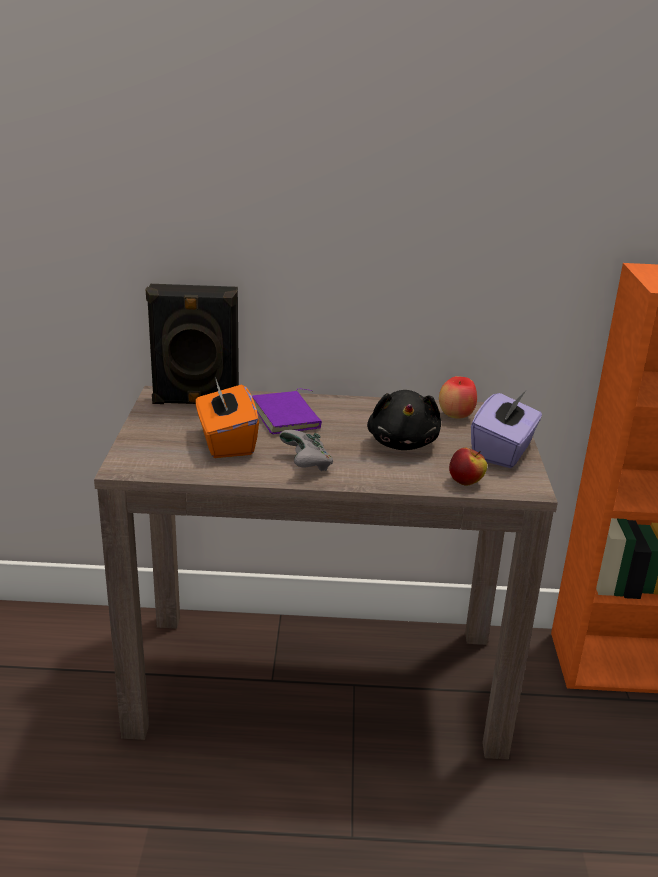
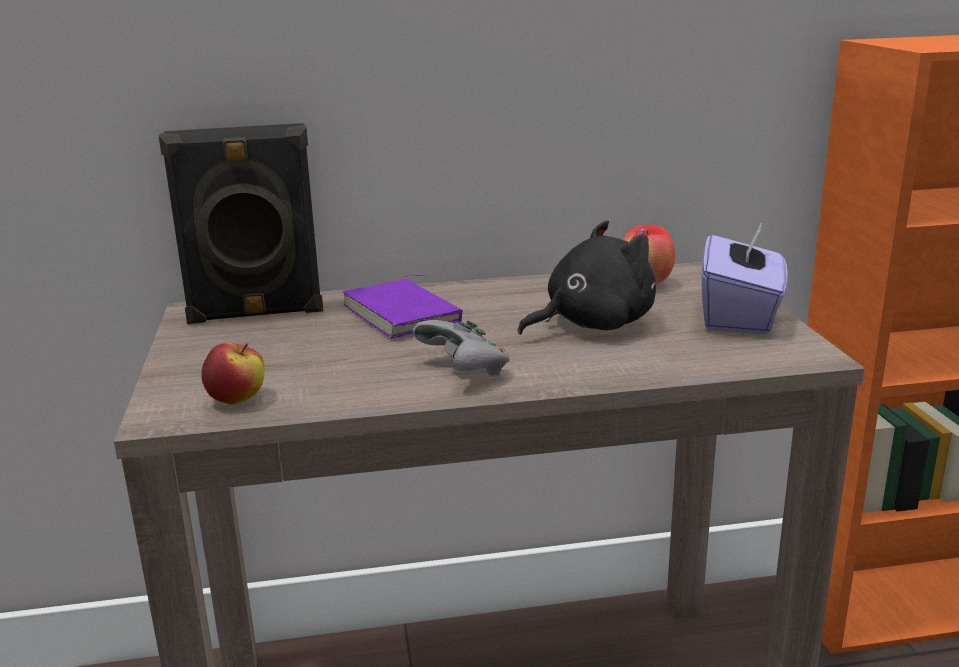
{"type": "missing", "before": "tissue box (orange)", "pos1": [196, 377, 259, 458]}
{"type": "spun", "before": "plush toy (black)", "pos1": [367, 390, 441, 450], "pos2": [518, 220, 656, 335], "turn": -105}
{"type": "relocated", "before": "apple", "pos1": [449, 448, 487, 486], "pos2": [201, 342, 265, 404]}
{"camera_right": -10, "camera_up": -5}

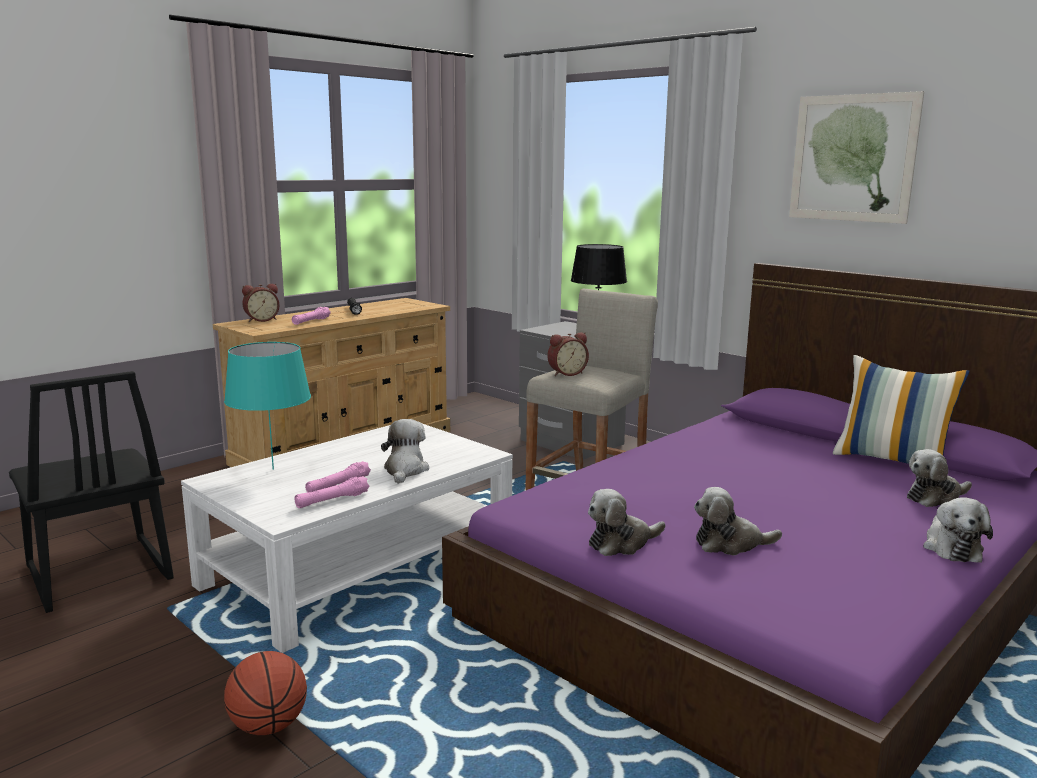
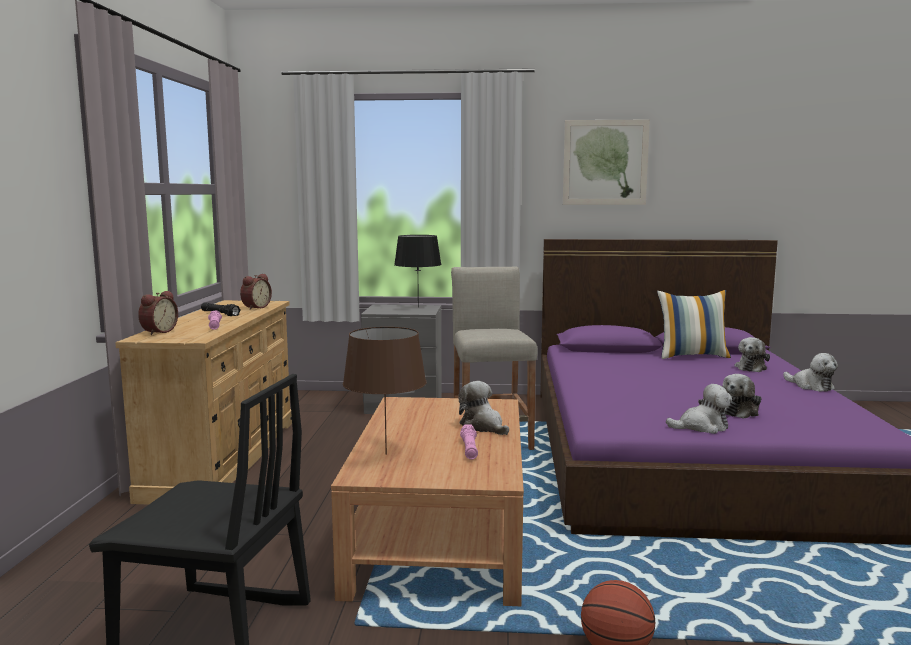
{"type": "colour", "before": "coffee table (white)", "after": "coffee table (brown)", "pos1": [181, 424, 513, 653], "pos2": [331, 397, 524, 606]}
{"type": "colour", "before": "table lamp (turquoise)", "after": "table lamp (brown)", "pos1": [224, 342, 311, 470], "pos2": [343, 327, 427, 455]}
{"type": "missing", "before": "flashlight (pink)", "pos1": [294, 476, 370, 508]}
{"type": "relocated", "before": "alarm clock", "pos1": [548, 332, 589, 376], "pos2": [240, 274, 272, 310]}
{"type": "spun", "before": "plush toy", "pos1": [588, 489, 665, 556], "pos2": [666, 384, 732, 434], "turn": -120}
{"camera_right": -40, "camera_up": -5}

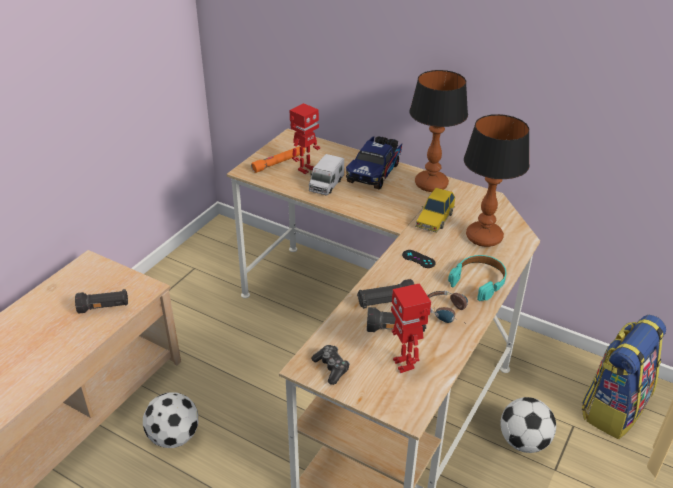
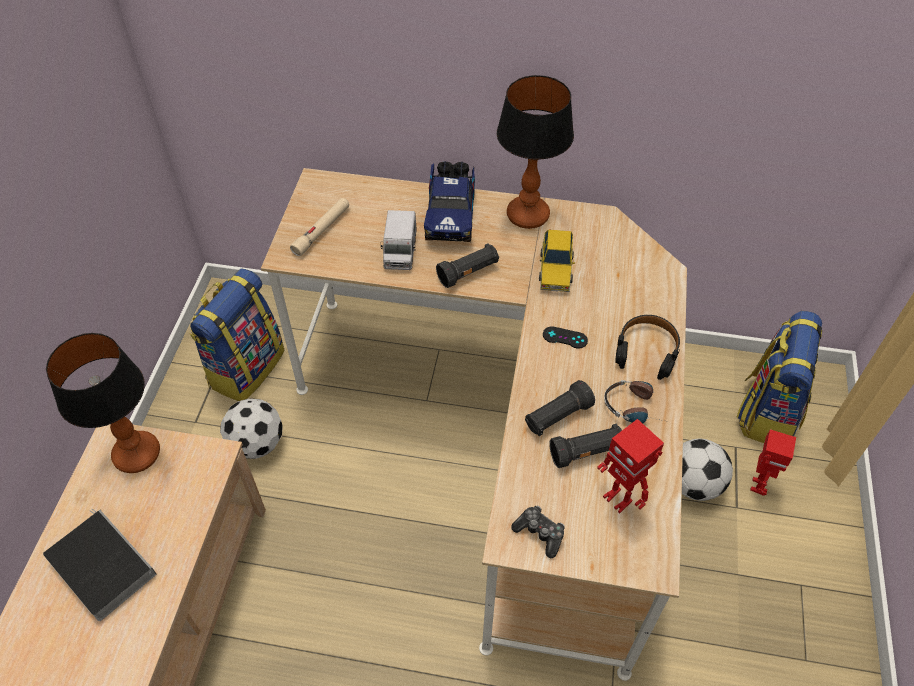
{"type": "relocated", "before": "flashlight (black)", "pos1": [75, 289, 128, 314], "pos2": [436, 244, 499, 288]}
{"type": "relocated", "before": "football", "pos1": [143, 392, 198, 448], "pos2": [220, 399, 283, 459]}
{"type": "colour", "before": "flashlight (orange)", "after": "flashlight (beige)", "pos1": [251, 146, 305, 173], "pos2": [290, 198, 349, 256]}
{"type": "relocated", "before": "toy robot", "pos1": [290, 103, 320, 174], "pos2": [750, 429, 796, 496]}
{"type": "colour", "before": "headphones (turquoise)", "after": "headphones (black)", "pos1": [448, 255, 507, 301], "pos2": [615, 315, 680, 380]}
{"type": "relocated", "before": "table lamp", "pos1": [464, 114, 530, 247], "pos2": [46, 333, 160, 473]}
{"type": "appeared", "after": "book", "pos2": [43, 509, 157, 621]}
{"type": "appeared", "after": "backpack", "pos2": [189, 268, 284, 401]}
{"camera_right": -20, "camera_up": 15}

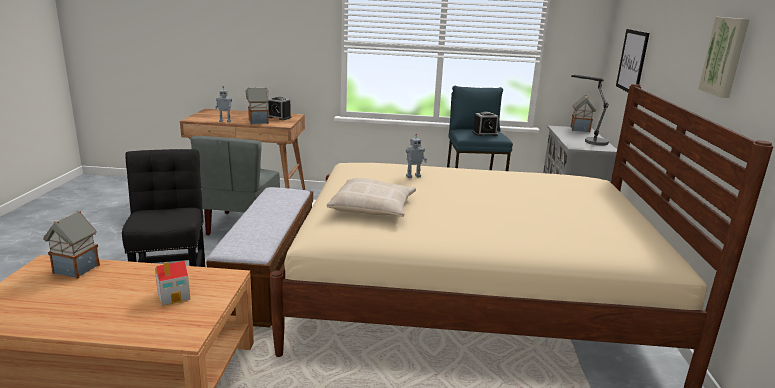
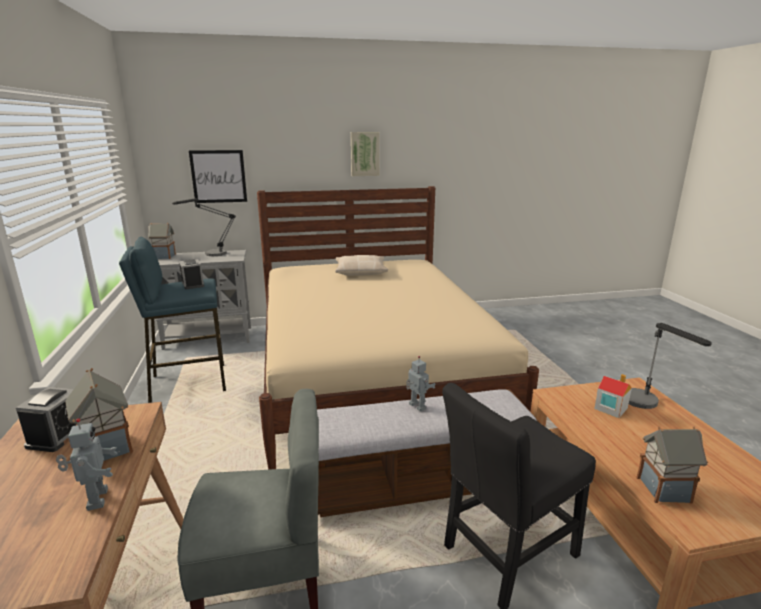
{"type": "relocated", "before": "pillow (beige)", "pos1": [327, 178, 416, 217], "pos2": [335, 255, 388, 276]}
{"type": "relocated", "before": "toy robot", "pos1": [406, 134, 427, 178], "pos2": [406, 356, 436, 412]}
{"type": "appeared", "after": "table lamp", "pos2": [629, 323, 712, 409]}
{"camera_right": -105, "camera_up": 0}

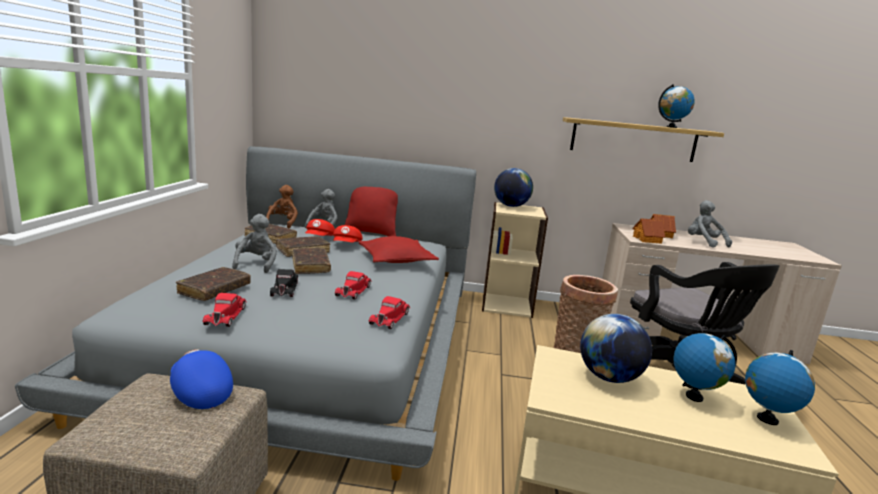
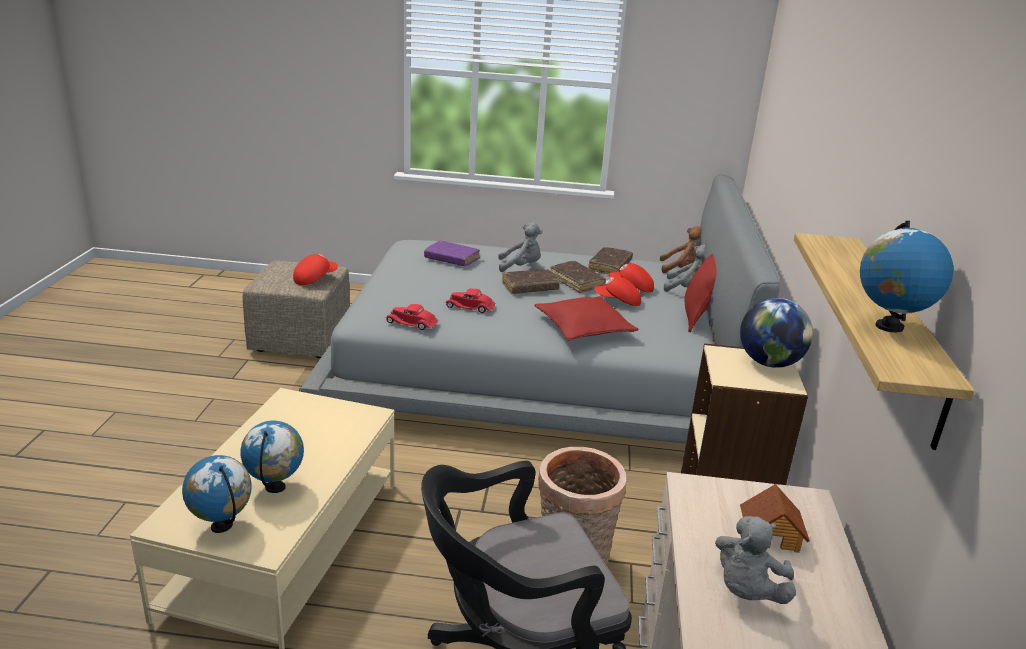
{"type": "colour", "before": "cap (blue)", "after": "cap (red)", "pos1": [170, 349, 233, 409], "pos2": [293, 254, 338, 285]}
{"type": "colour", "before": "book (brown)", "after": "book (purple)", "pos1": [176, 267, 251, 301], "pos2": [424, 240, 480, 266]}
{"type": "missing", "before": "toy car (red)", "pos1": [202, 293, 247, 327]}
{"type": "missing", "before": "toy car (black)", "pos1": [270, 269, 298, 297]}
{"type": "missing", "before": "globe", "pos1": [580, 314, 652, 383]}
{"type": "missing", "before": "toy house", "pos1": [632, 218, 665, 243]}
{"type": "spun", "before": "plush toy (grey)", "pos1": [688, 200, 732, 248], "pos2": [715, 516, 796, 604], "turn": 150}
{"camera_right": 90, "camera_up": 10}

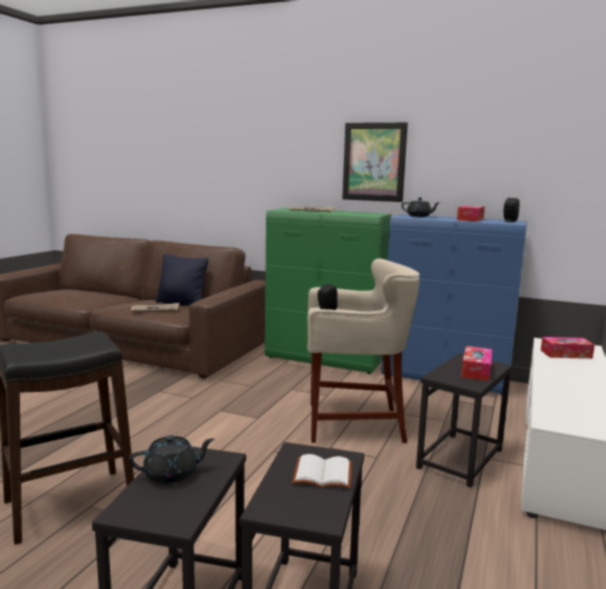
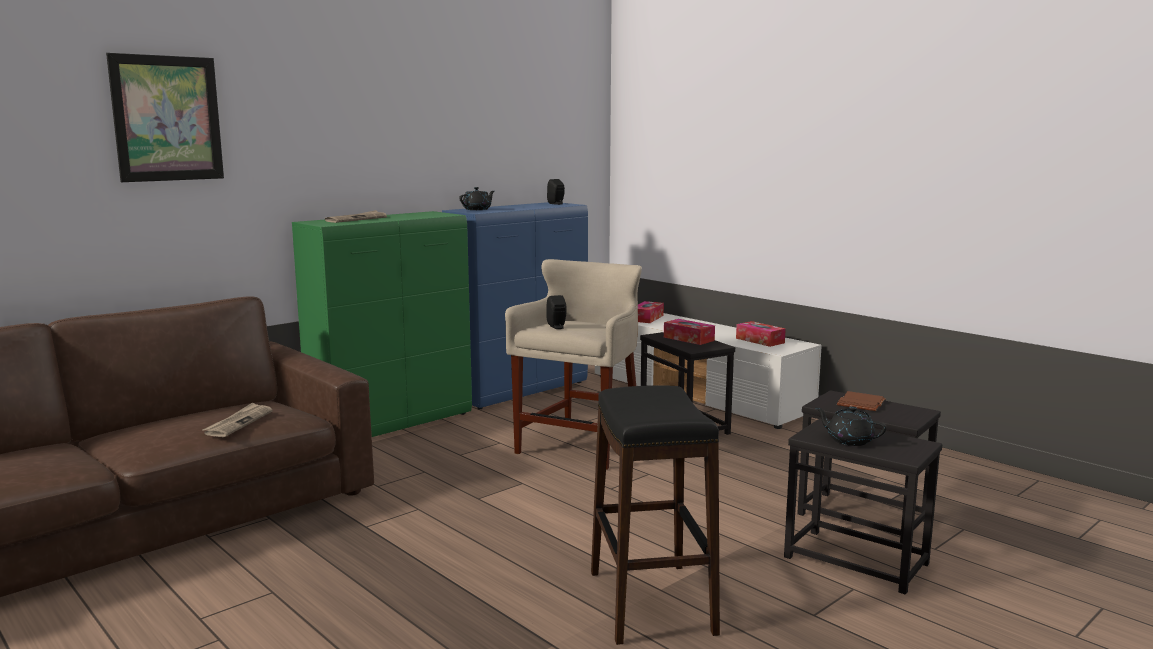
{"type": "spun", "before": "teapot (black)", "pos1": [129, 435, 214, 484], "pos2": [815, 407, 887, 446], "turn": -60}
{"type": "missing", "before": "pillow (black)", "pos1": [155, 254, 209, 306]}
{"type": "colour", "before": "book (white)", "after": "book (brown)", "pos1": [292, 454, 352, 489], "pos2": [837, 391, 886, 411]}
{"type": "relocated", "before": "picture", "pos1": [342, 122, 408, 202], "pos2": [106, 53, 224, 182]}
{"type": "relocated", "before": "tissue box", "pos1": [457, 205, 485, 222], "pos2": [736, 321, 786, 347]}
{"camera_right": -65, "camera_up": 0}

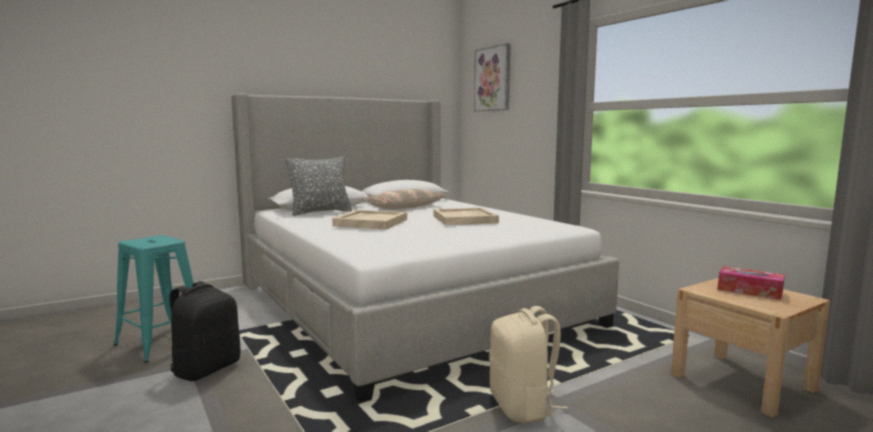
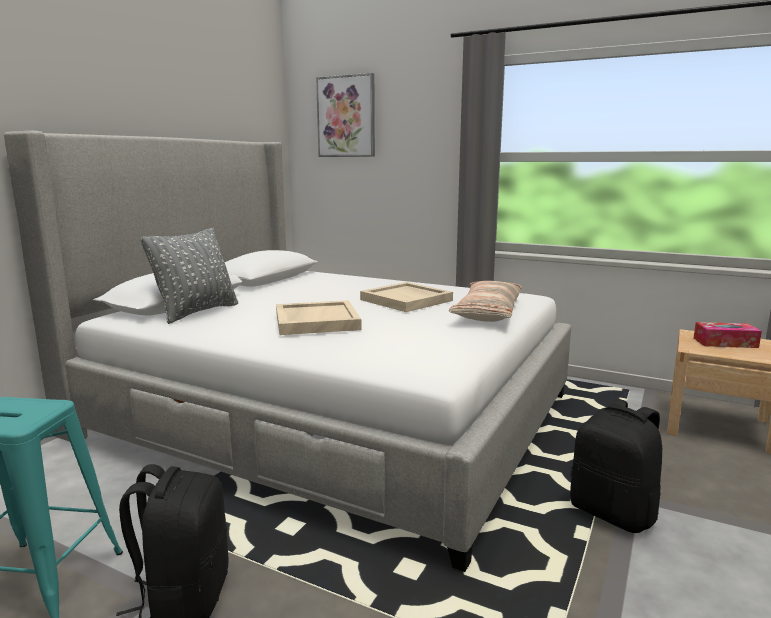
{"type": "relocated", "before": "pillow", "pos1": [363, 189, 447, 209], "pos2": [449, 281, 523, 322]}
{"type": "colour", "before": "backpack (beige)", "after": "backpack (black)", "pos1": [489, 306, 568, 423], "pos2": [570, 399, 662, 533]}
{"camera_right": -30, "camera_up": 5}

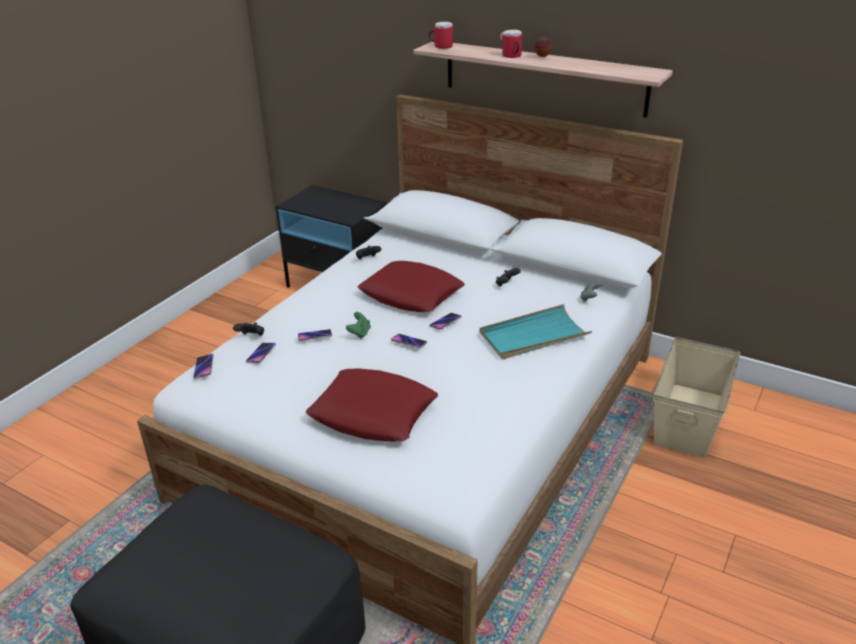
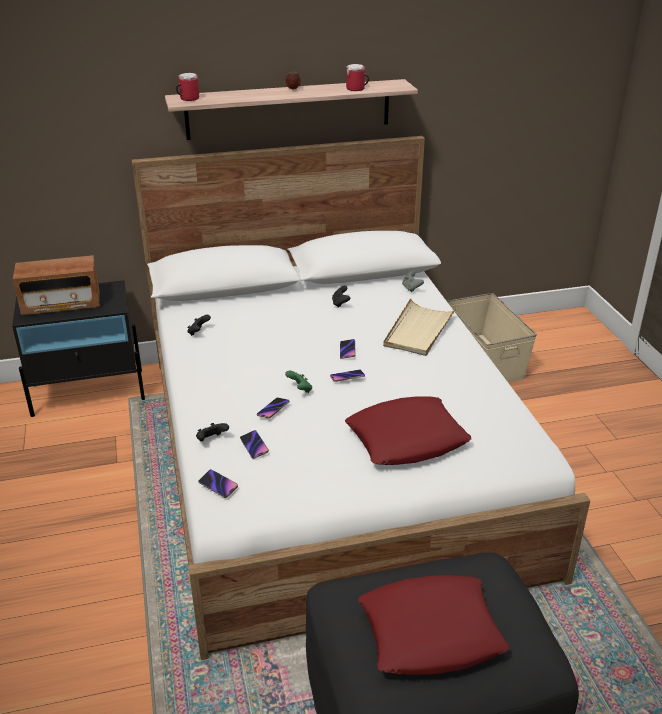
{"type": "relocated", "before": "pillow (red)", "pos1": [358, 261, 465, 312], "pos2": [358, 575, 509, 675]}
{"type": "colour", "before": "tray (turquoise)", "after": "tray (beige)", "pos1": [479, 304, 592, 359], "pos2": [383, 298, 457, 356]}
{"type": "relocated", "before": "mug", "pos1": [500, 30, 522, 58], "pos2": [346, 64, 369, 91]}
{"type": "appeared", "after": "radio", "pos2": [13, 255, 100, 315]}
{"camera_right": -45, "camera_up": 0}

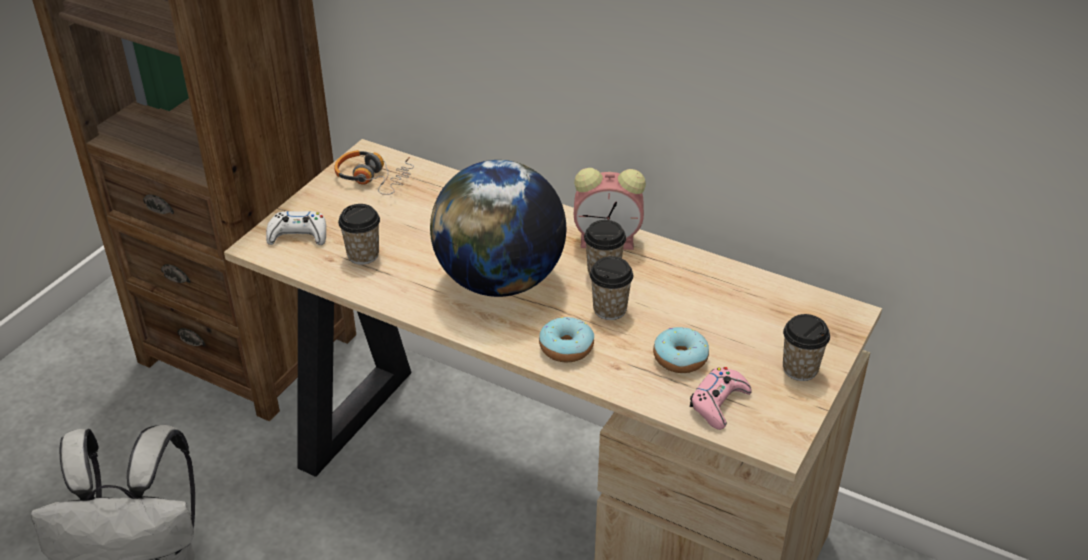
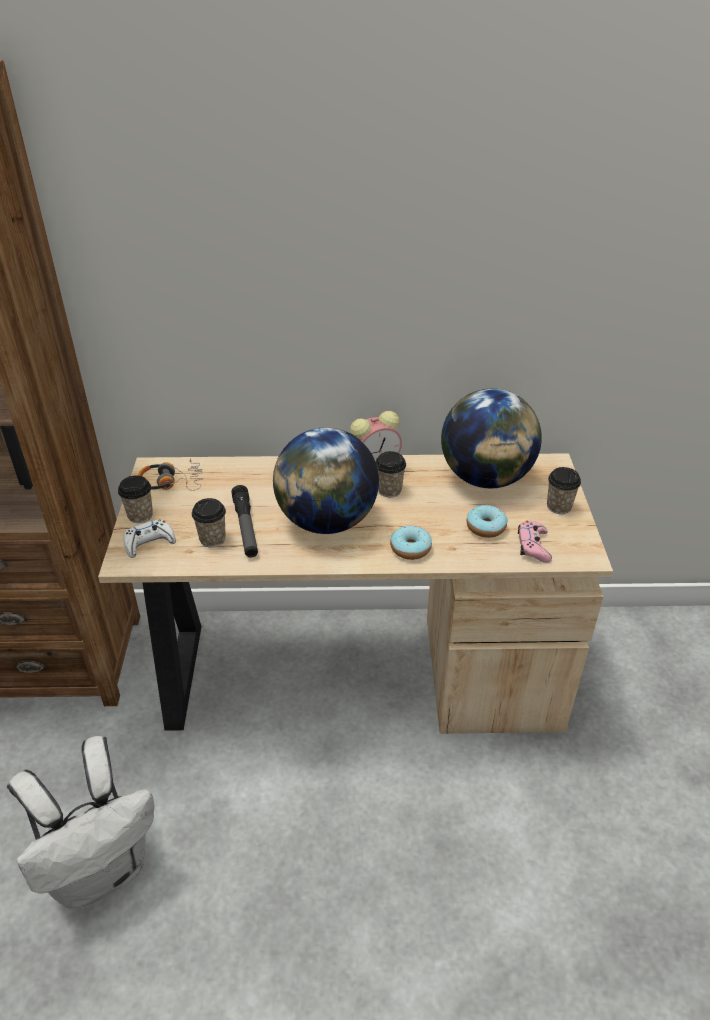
{"type": "relocated", "before": "cup", "pos1": [590, 256, 633, 320], "pos2": [118, 475, 153, 523]}
{"type": "appeared", "after": "flashlight", "pos2": [231, 485, 258, 558]}
{"type": "appeared", "after": "globe", "pos2": [441, 389, 542, 488]}
{"camera_right": -30, "camera_up": 0}

